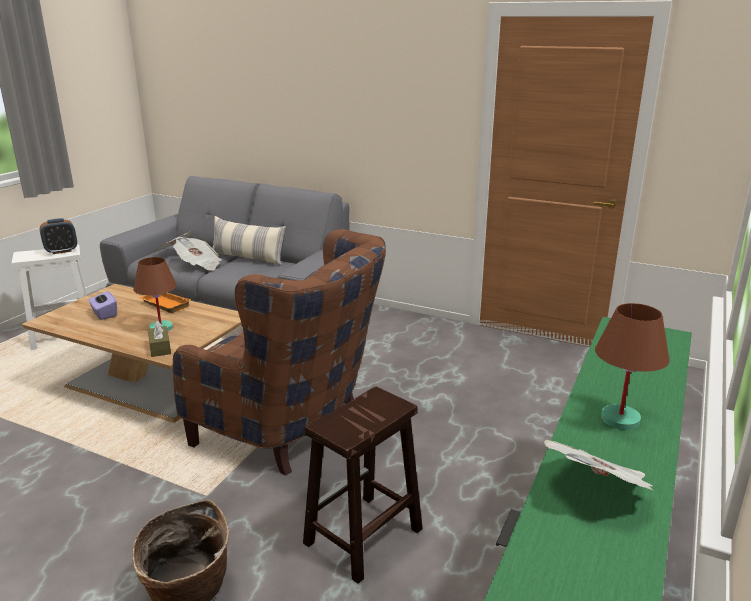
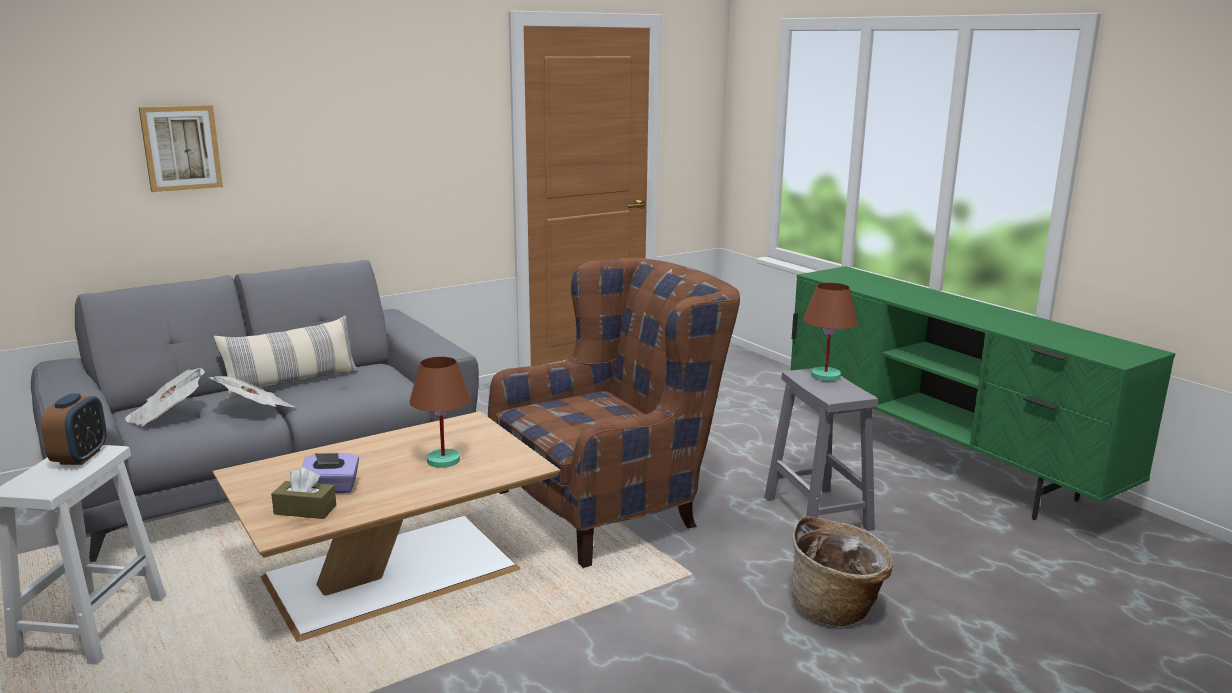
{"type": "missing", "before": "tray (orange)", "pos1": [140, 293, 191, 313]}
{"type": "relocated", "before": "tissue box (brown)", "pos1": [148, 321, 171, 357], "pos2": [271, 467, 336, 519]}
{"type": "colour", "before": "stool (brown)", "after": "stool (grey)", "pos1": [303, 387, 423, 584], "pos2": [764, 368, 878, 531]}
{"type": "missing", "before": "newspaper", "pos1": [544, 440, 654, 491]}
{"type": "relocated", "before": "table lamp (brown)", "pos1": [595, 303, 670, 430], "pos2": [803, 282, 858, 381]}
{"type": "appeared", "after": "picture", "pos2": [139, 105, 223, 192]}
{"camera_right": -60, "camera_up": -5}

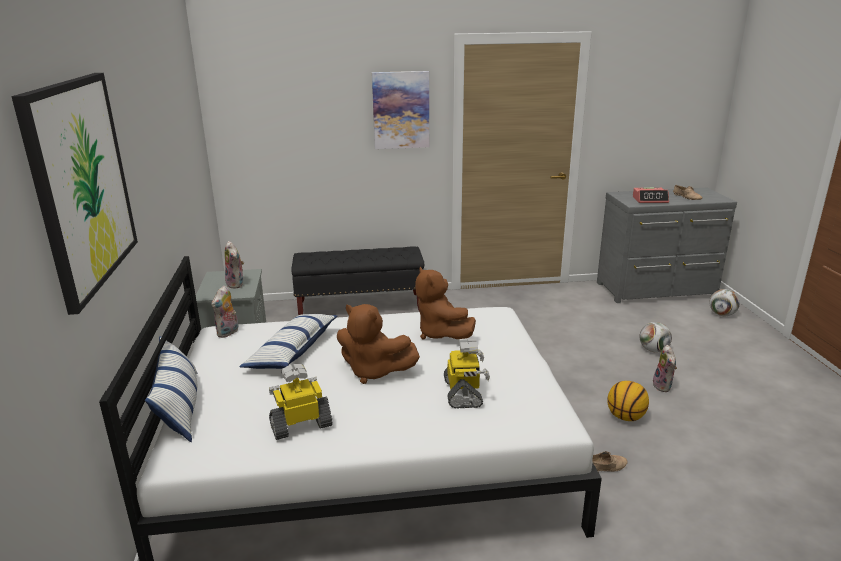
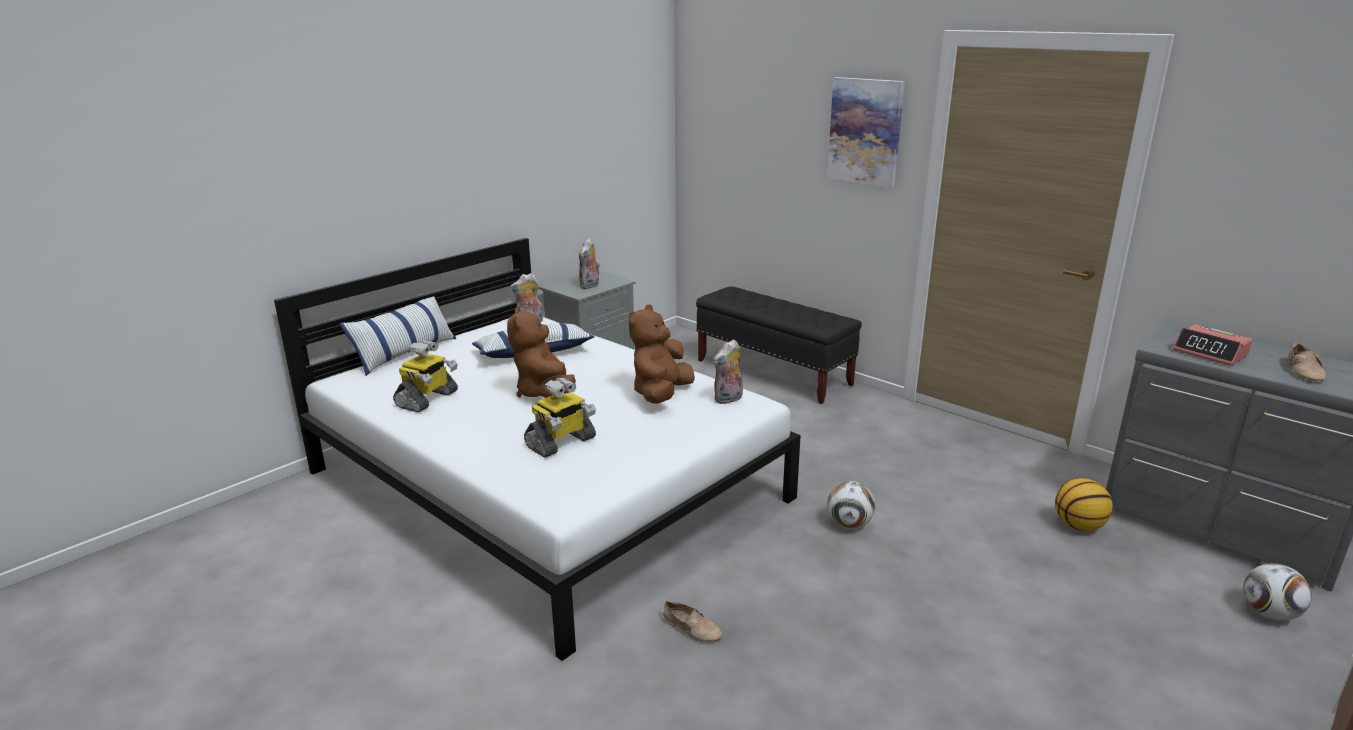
{"type": "missing", "before": "picture", "pos1": [11, 73, 138, 315]}
{"type": "spun", "before": "toy robot", "pos1": [269, 364, 333, 440], "pos2": [393, 340, 458, 412], "turn": 90}
{"type": "relocated", "before": "basketball", "pos1": [607, 381, 649, 421], "pos2": [1055, 478, 1113, 531]}
{"type": "relocated", "before": "football", "pos1": [639, 322, 672, 352], "pos2": [827, 481, 875, 529]}
{"type": "relocated", "before": "plush toy", "pos1": [653, 345, 677, 392], "pos2": [713, 339, 743, 404]}
{"camera_right": 50, "camera_up": 0}

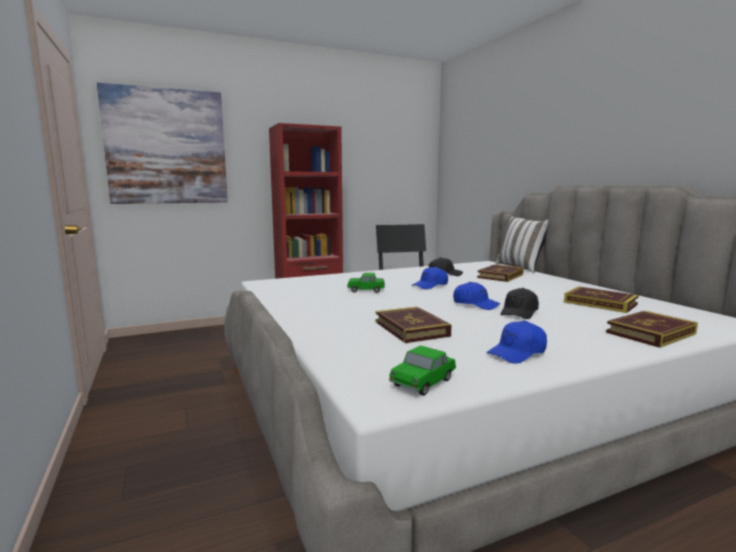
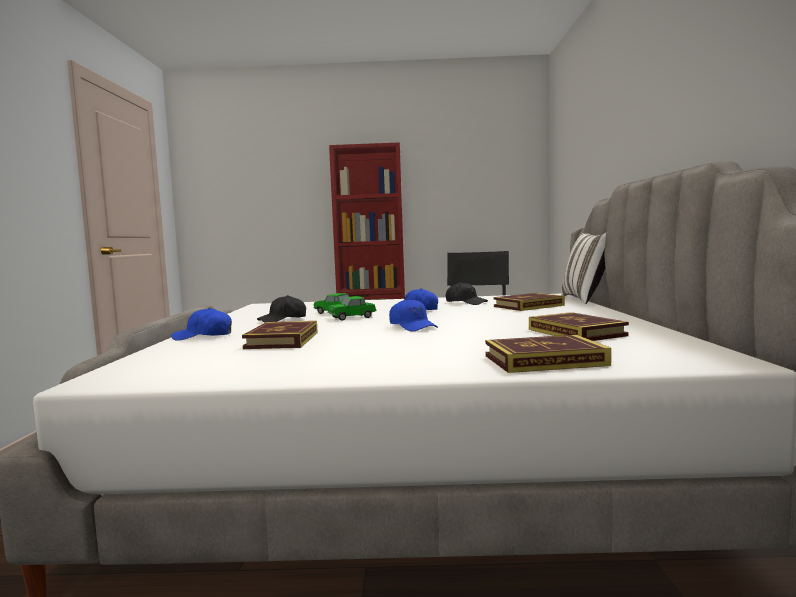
{"type": "missing", "before": "picture", "pos1": [97, 82, 228, 204]}
{"type": "relocated", "before": "toy car", "pos1": [389, 346, 456, 396], "pos2": [327, 296, 376, 320]}
{"type": "relocated", "before": "cap (blue)", "pos1": [487, 321, 547, 364], "pos2": [171, 308, 232, 341]}
{"type": "relocated", "before": "cap (black)", "pos1": [500, 288, 539, 319], "pos2": [257, 295, 306, 323]}
{"camera_right": 25, "camera_up": -5}

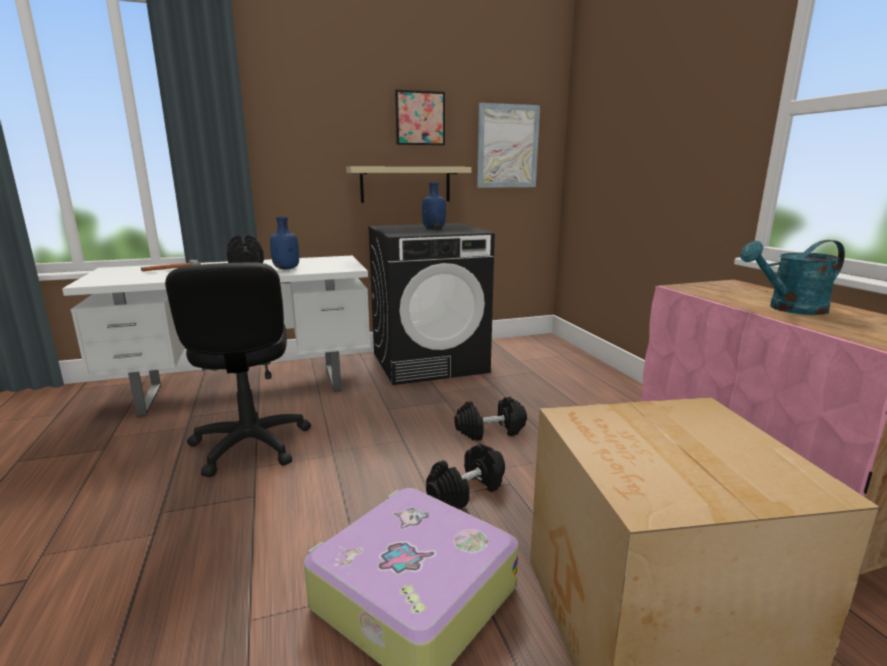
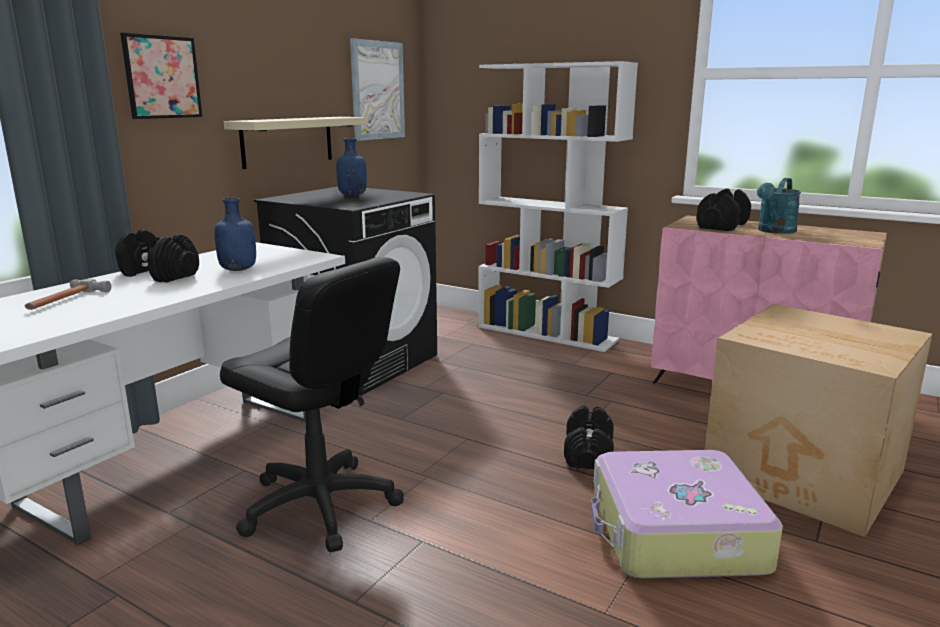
{"type": "relocated", "before": "picture", "pos1": [395, 90, 445, 145], "pos2": [120, 33, 202, 119]}
{"type": "relocated", "before": "dumbbell (black)", "pos1": [454, 397, 527, 441], "pos2": [697, 188, 751, 231]}
{"type": "appeared", "after": "bookcase (white)", "pos2": [478, 61, 638, 352]}
{"camera_right": -40, "camera_up": 0}

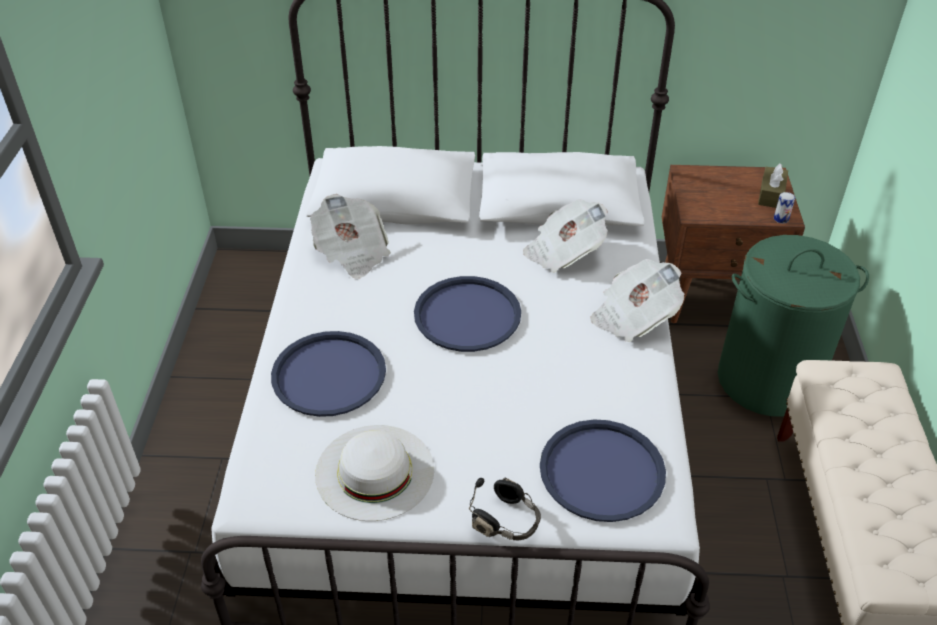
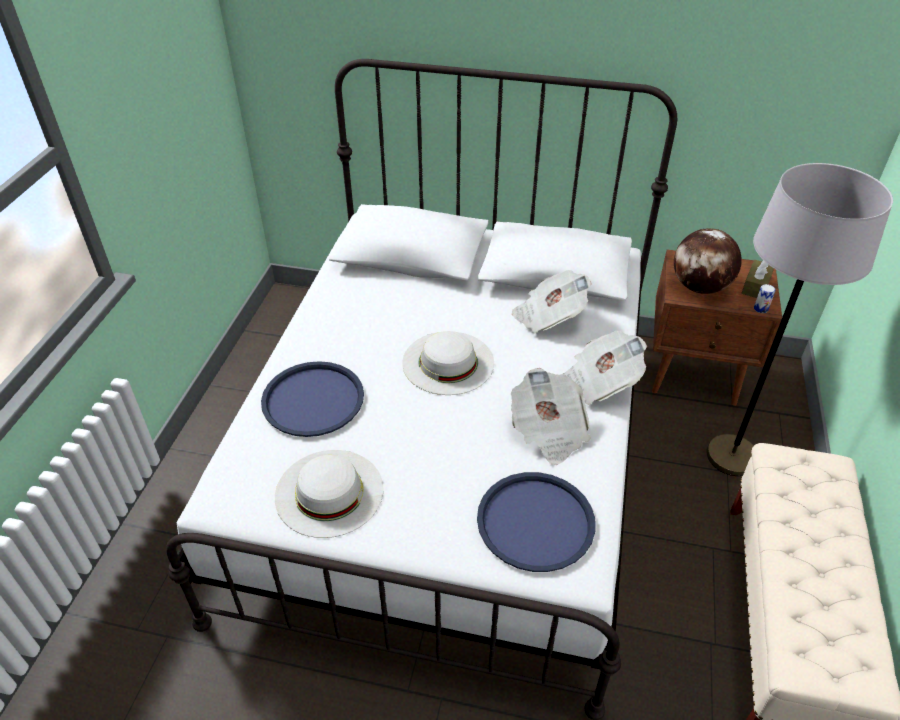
{"type": "relocated", "before": "newspaper", "pos1": [310, 194, 391, 279], "pos2": [511, 368, 591, 465]}
{"type": "exchanged", "before": "tray (blue)", "after": "hat (white)", "pos1": [414, 276, 521, 352], "pos2": [402, 331, 494, 395]}
{"type": "missing", "before": "headphones (black)", "pos1": [469, 477, 541, 540]}
{"type": "exchanged", "before": "laundry basket (green)", "after": "floor lamp (grey)", "pos1": [718, 235, 869, 417], "pos2": [706, 163, 893, 476]}
{"type": "appeared", "after": "globe", "pos2": [674, 228, 742, 294]}
{"camera_right": 10, "camera_up": 0}

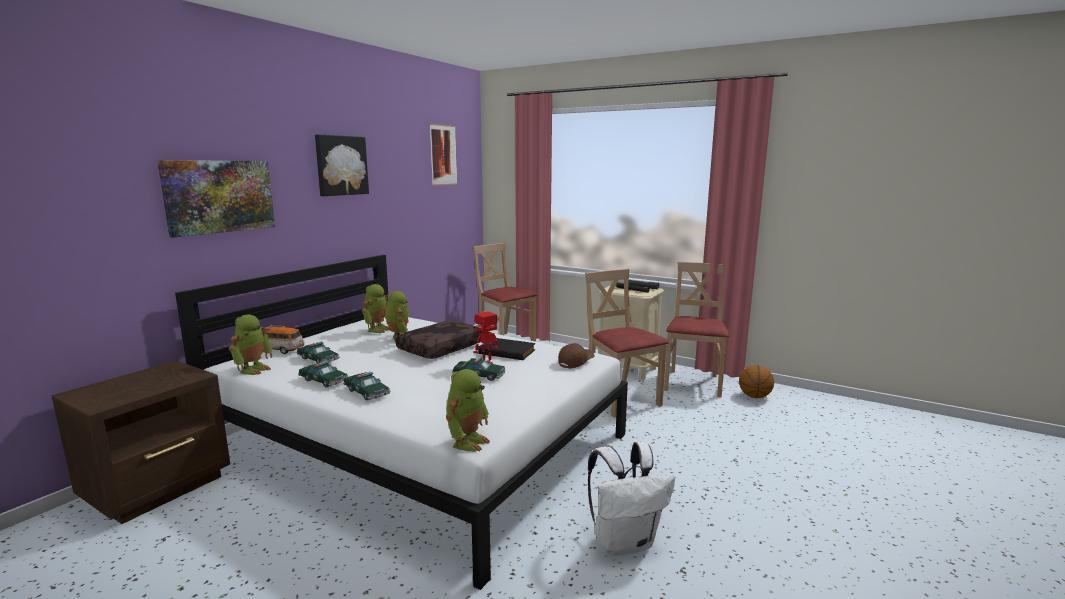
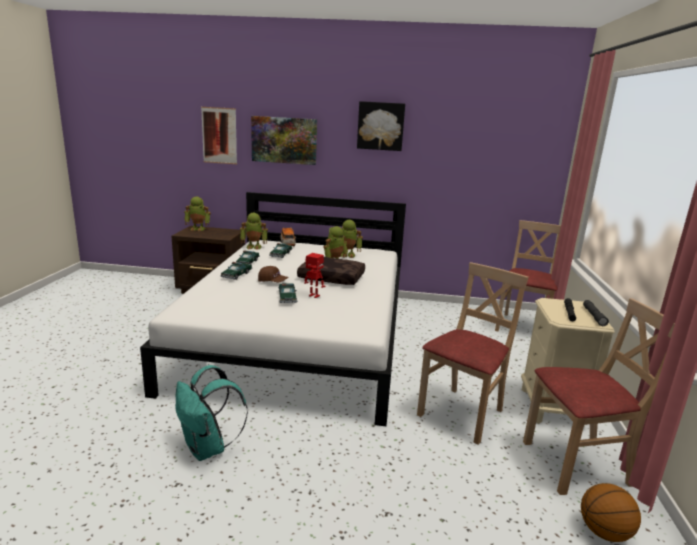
{"type": "relocated", "before": "picture", "pos1": [429, 124, 457, 186], "pos2": [201, 107, 237, 164]}
{"type": "relocated", "before": "toy robot", "pos1": [446, 369, 490, 452], "pos2": [184, 196, 211, 231]}
{"type": "missing", "before": "book (black)", "pos1": [478, 338, 536, 360]}
{"type": "relocated", "before": "cap (brown)", "pos1": [558, 343, 594, 369], "pos2": [258, 266, 289, 282]}
{"type": "colour", "before": "backpack (white)", "after": "backpack (turquoise)", "pos1": [588, 442, 675, 556], "pos2": [175, 365, 248, 461]}
{"camera_right": 65, "camera_up": 5}

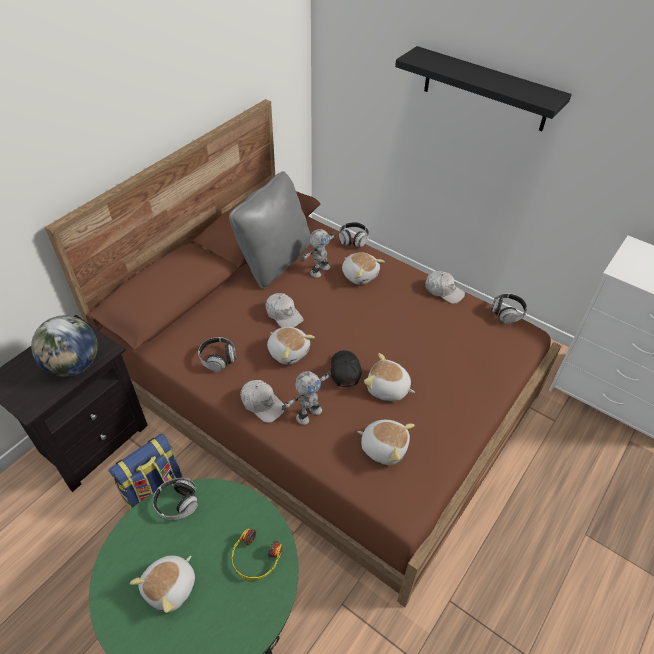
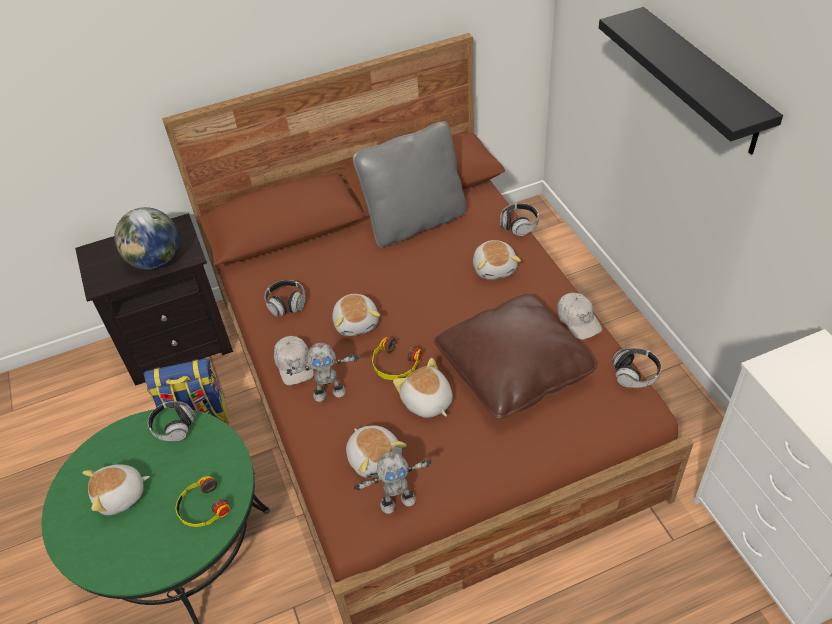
{"type": "missing", "before": "cap (white)", "pos1": [265, 293, 304, 328]}
{"type": "relocated", "before": "toy robot", "pos1": [301, 229, 336, 278], "pos2": [354, 452, 432, 514]}
{"type": "exchanged", "before": "cap (black)", "after": "headphones", "pos1": [331, 350, 362, 387], "pos2": [372, 337, 422, 380]}
{"type": "appeared", "after": "pillow (brown)", "pos2": [434, 294, 597, 419]}
{"camera_right": 35, "camera_up": 0}

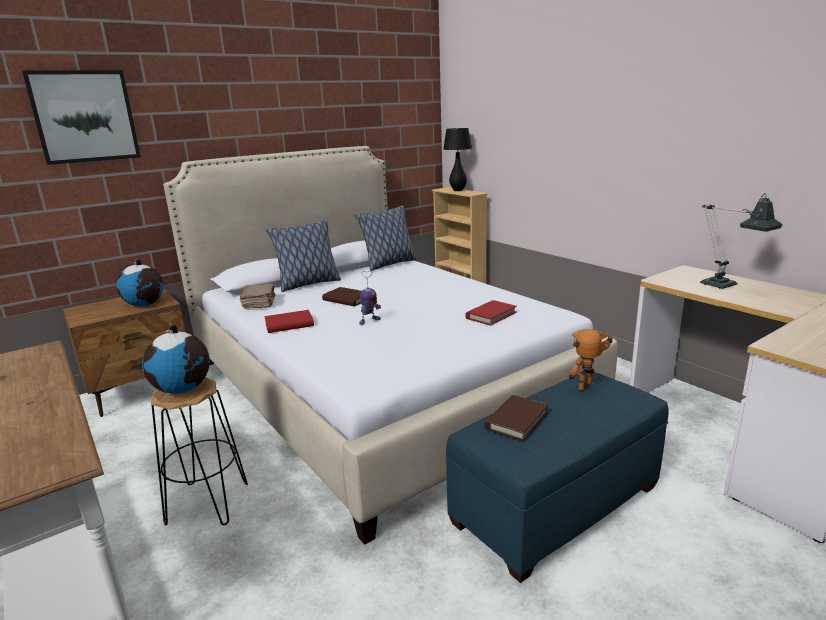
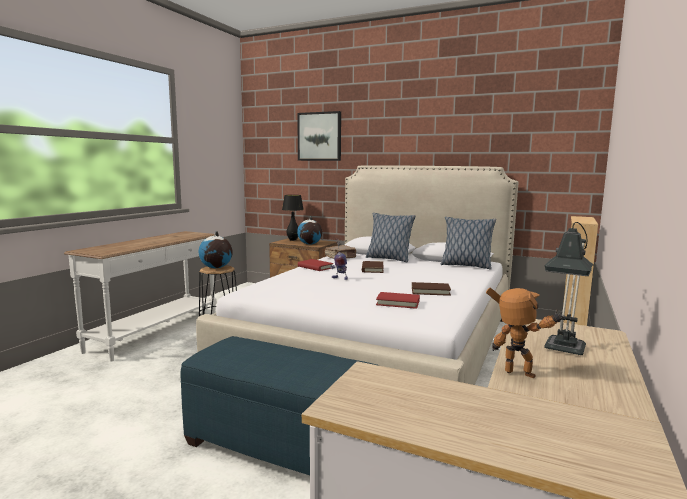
{"type": "relocated", "before": "table lamp (black)", "pos1": [443, 128, 472, 191], "pos2": [282, 195, 304, 241]}
{"type": "relocated", "before": "book (brown)", "pos1": [484, 395, 549, 442], "pos2": [412, 282, 451, 296]}
{"type": "relocated", "before": "toy robot", "pos1": [569, 329, 613, 391], "pos2": [486, 288, 565, 378]}
{"camera_right": 60, "camera_up": -10}

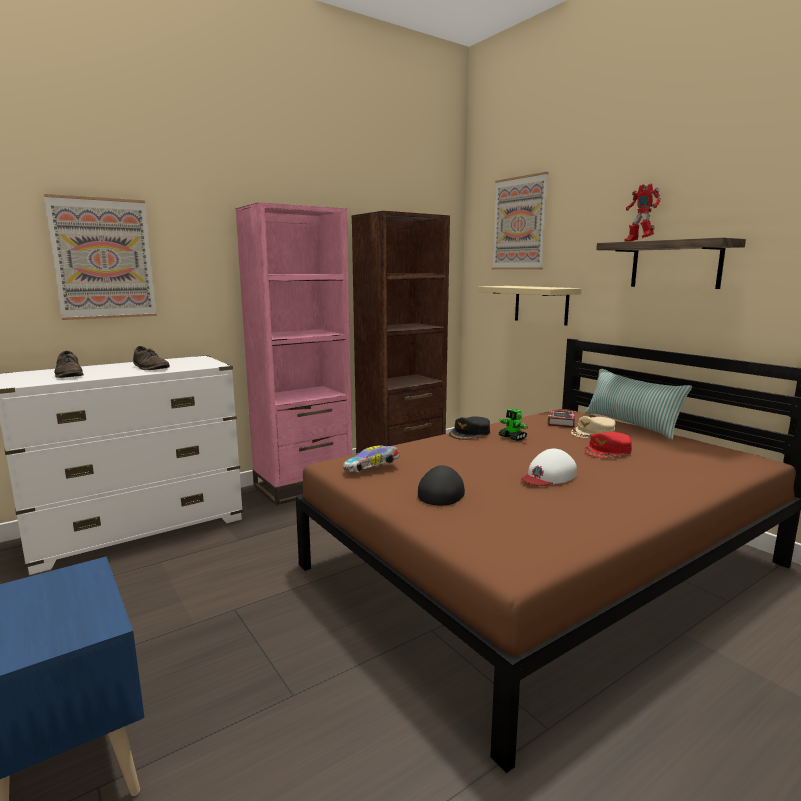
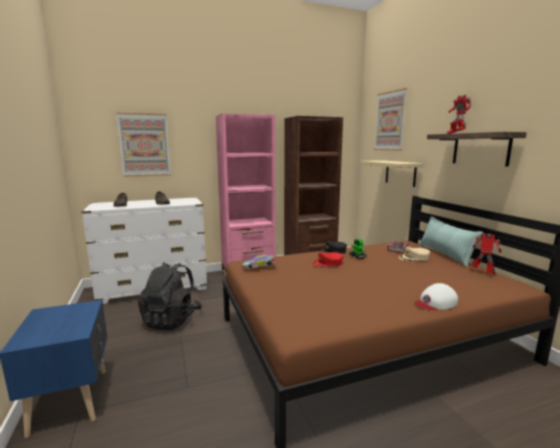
{"type": "missing", "before": "cap (black)", "pos1": [418, 465, 465, 505]}
{"type": "relocated", "before": "cap (white)", "pos1": [521, 449, 577, 486], "pos2": [414, 283, 458, 310]}
{"type": "relocated", "before": "cap (red)", "pos1": [584, 432, 632, 459], "pos2": [312, 252, 344, 268]}
{"type": "appeared", "after": "backpack (black)", "pos2": [138, 262, 202, 330]}
{"type": "appeared", "after": "toy robot", "pos2": [472, 233, 501, 274]}
{"camera_right": 15, "camera_up": 0}

